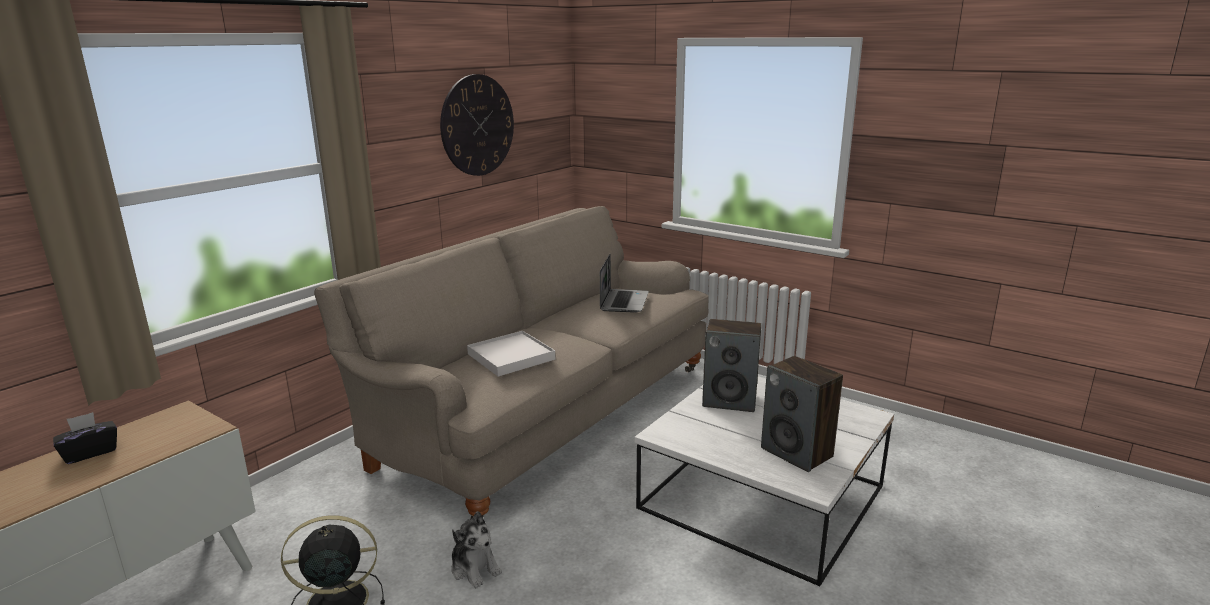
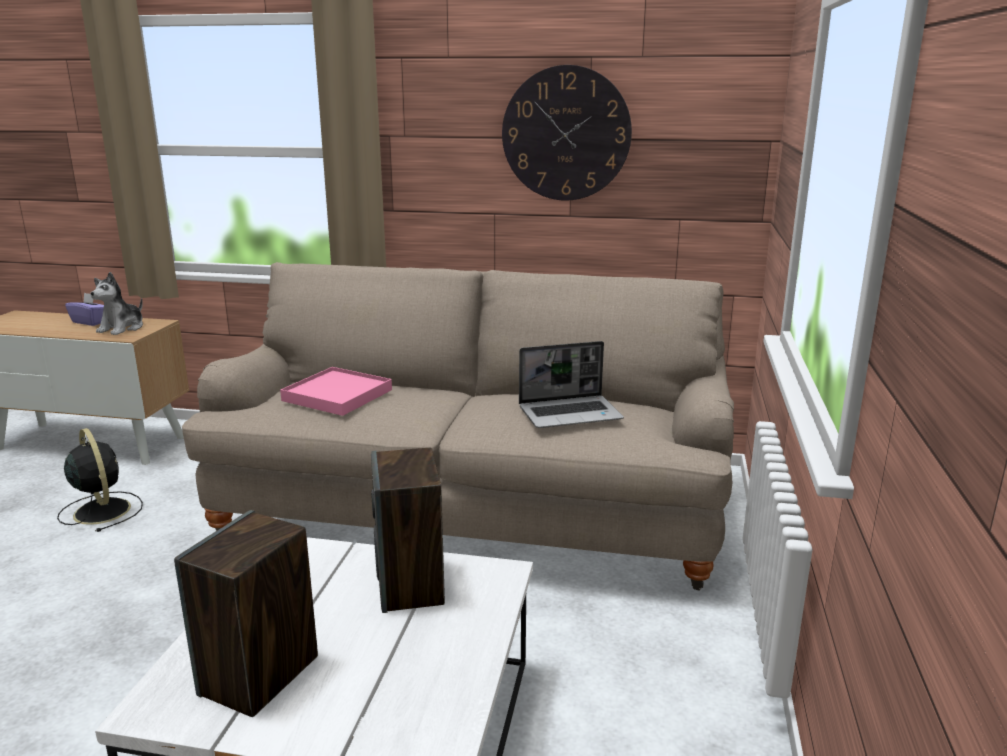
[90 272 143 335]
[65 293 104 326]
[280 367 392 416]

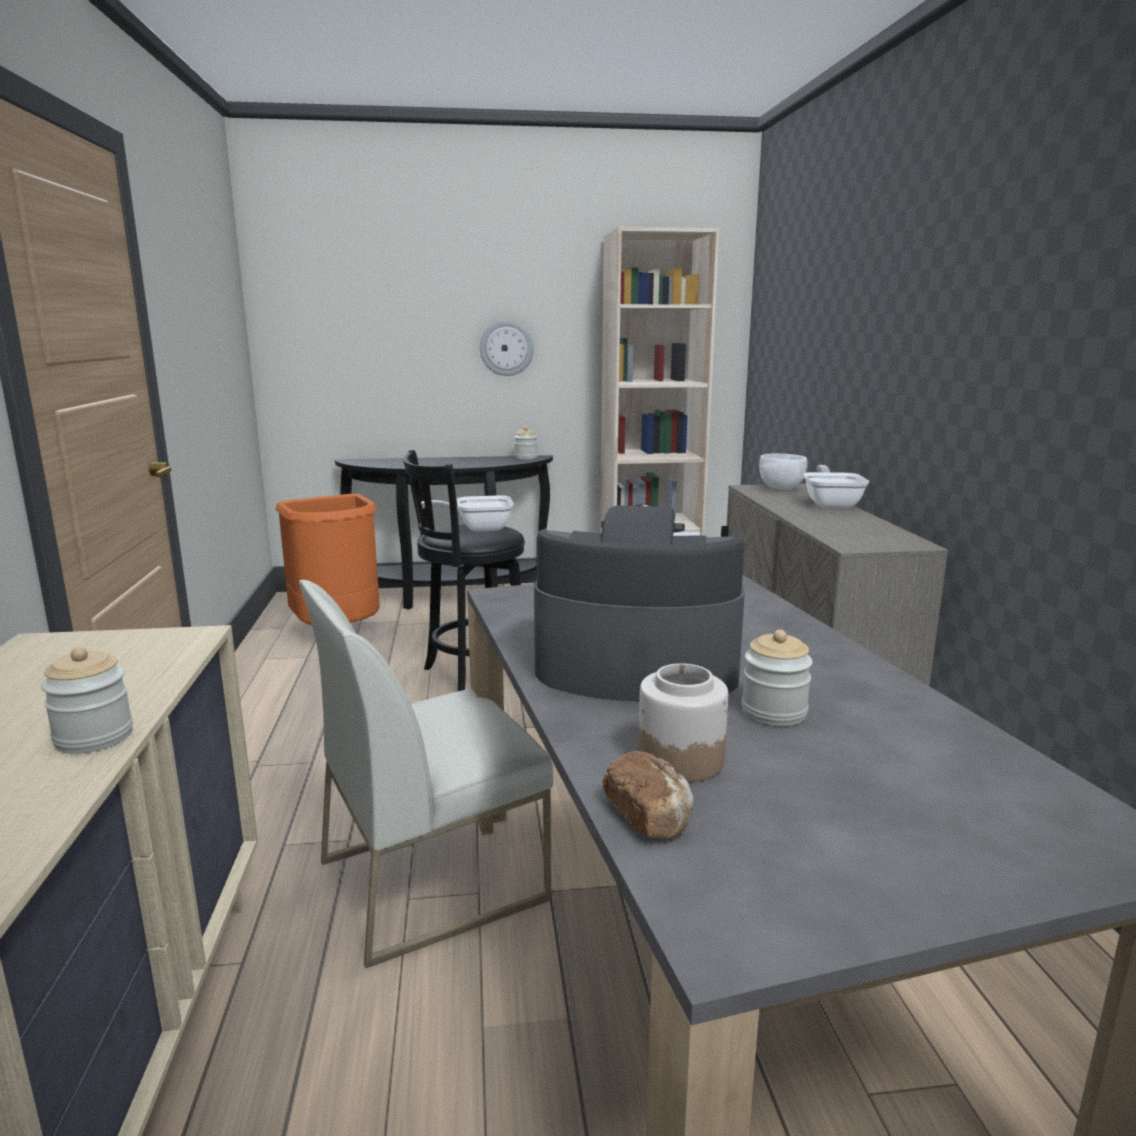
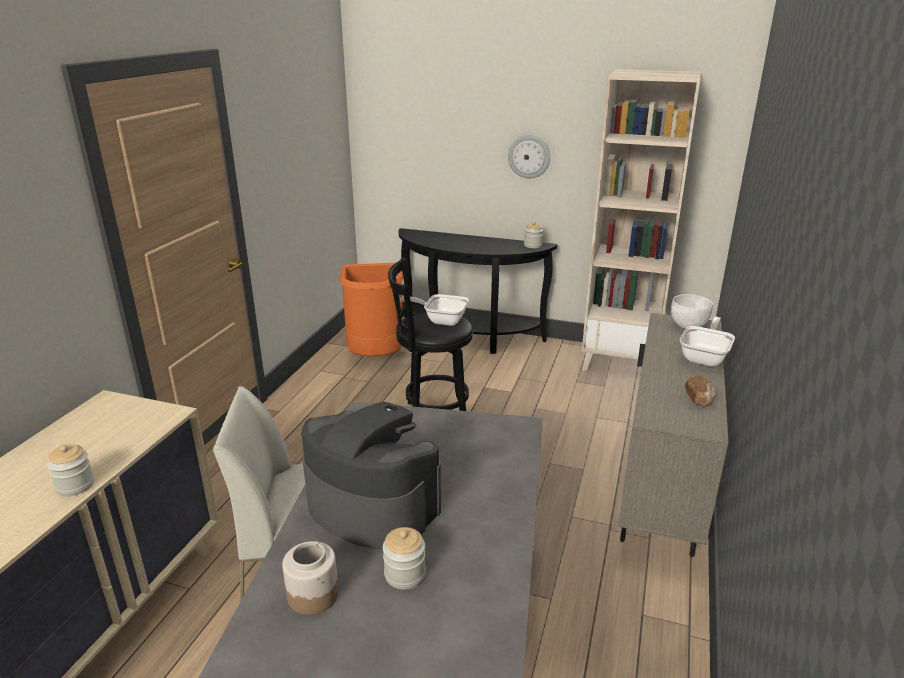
[685 375 716 406]

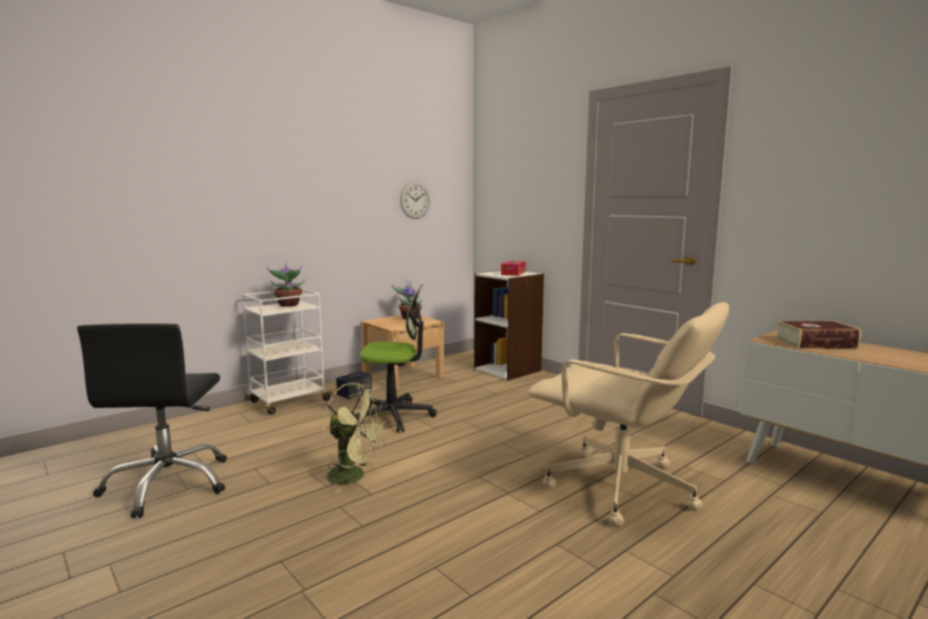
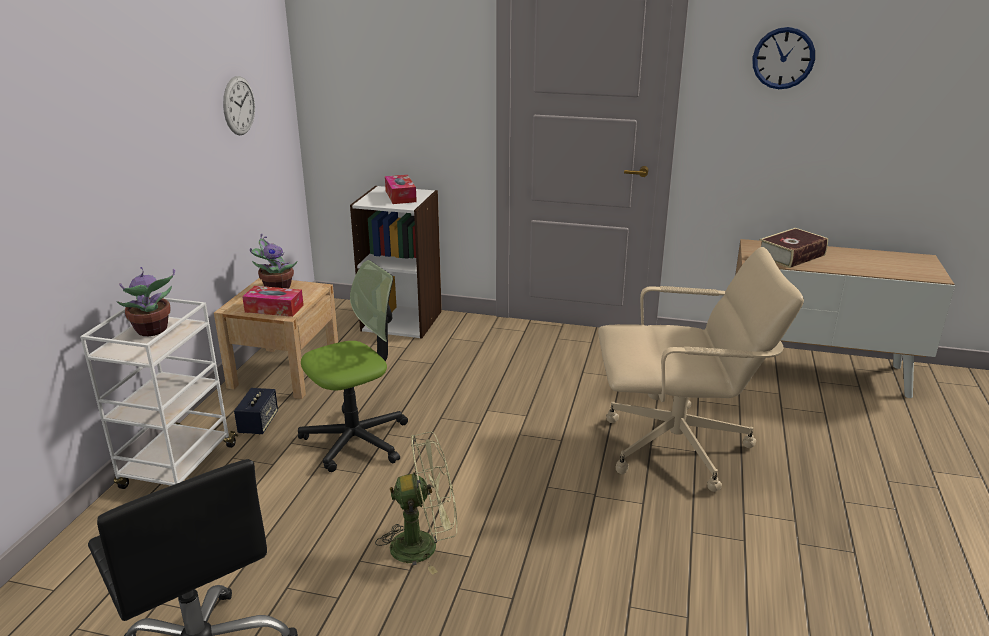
[242 286 304 317]
[752 27 815 89]

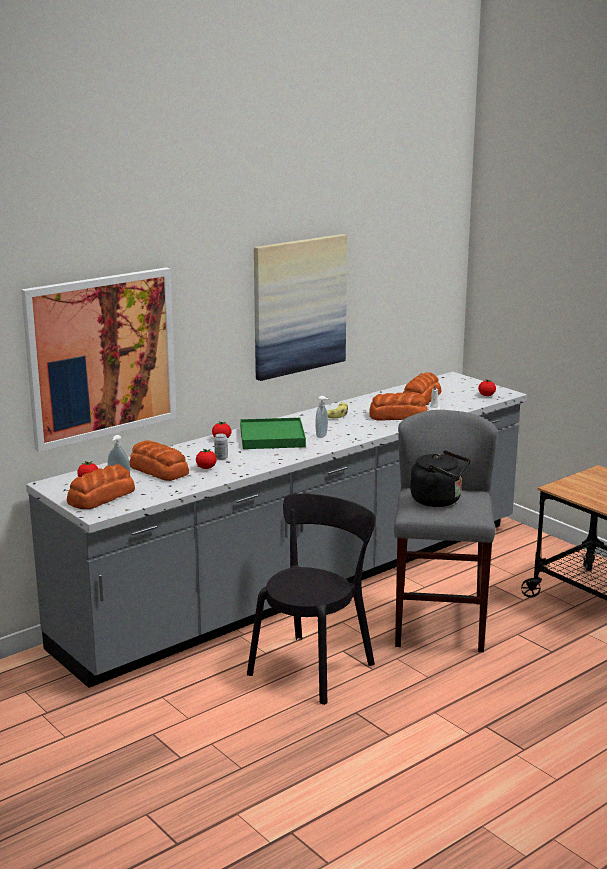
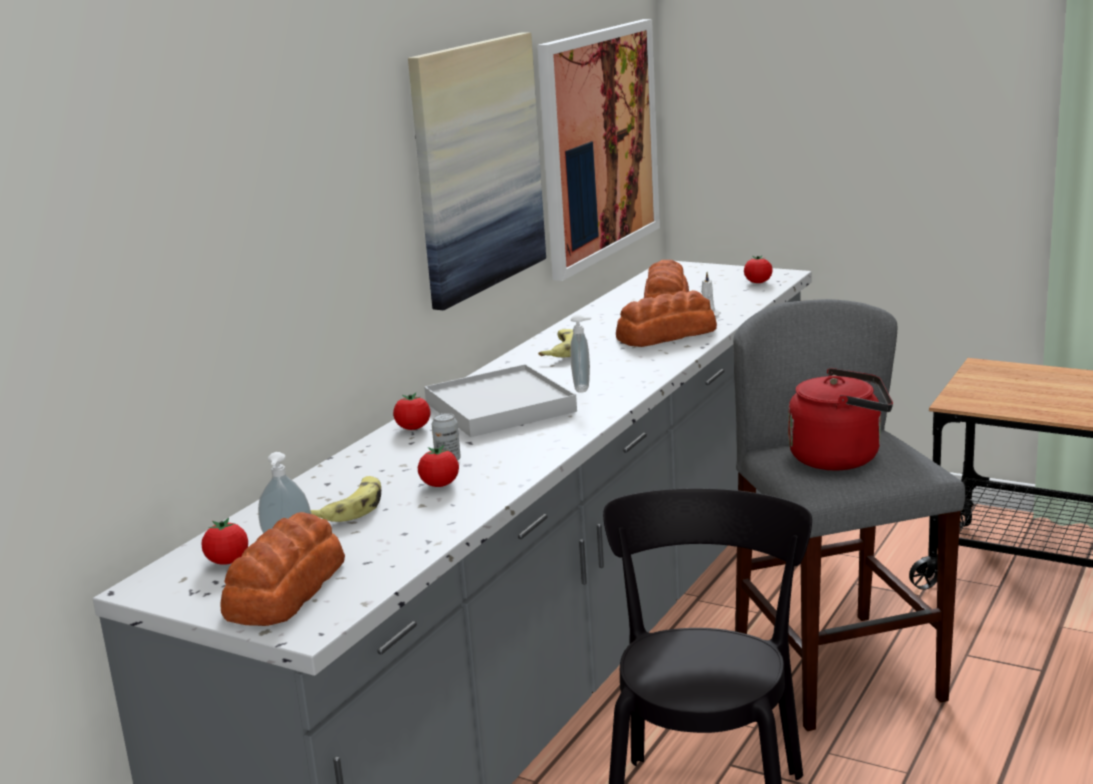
[537 19 660 281]
[311 476 381 522]
[424 364 577 437]
[788 368 893 471]

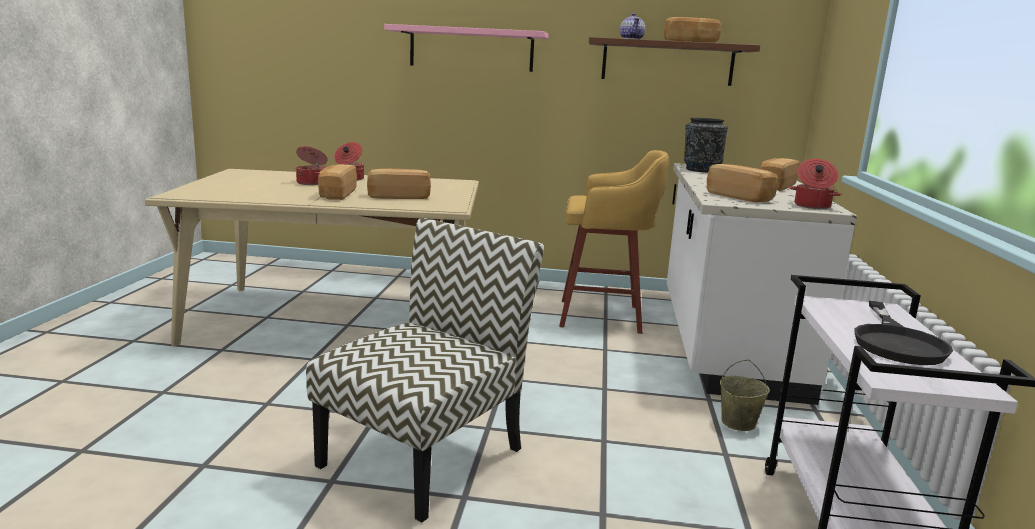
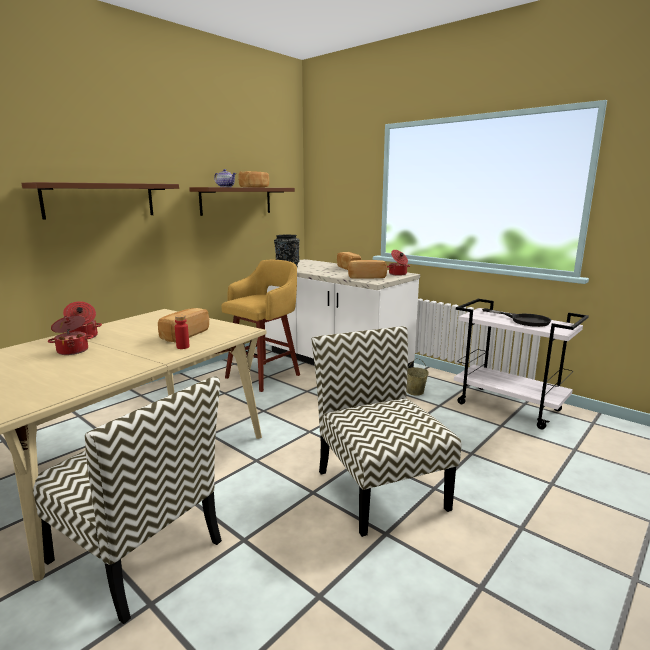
[318 164 357 200] (first image)
[33 376 222 624]
[175 315 190 349]
[22 182 179 220]

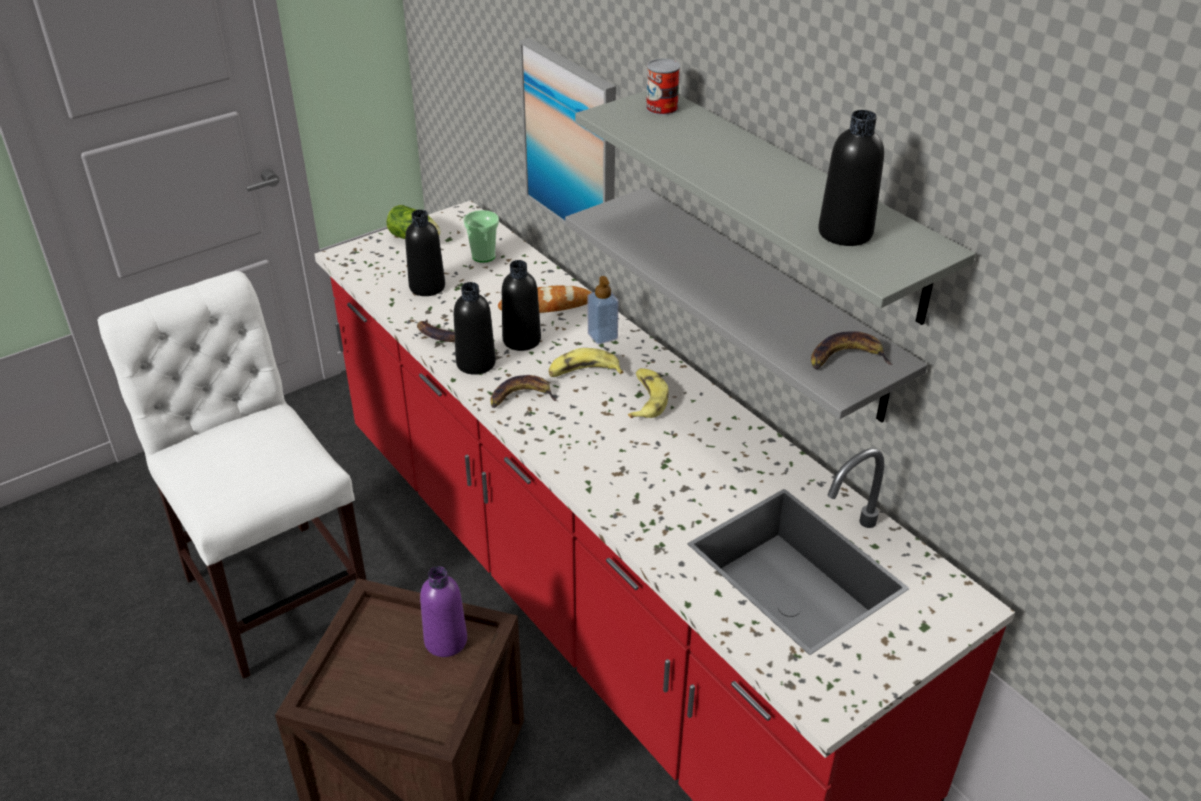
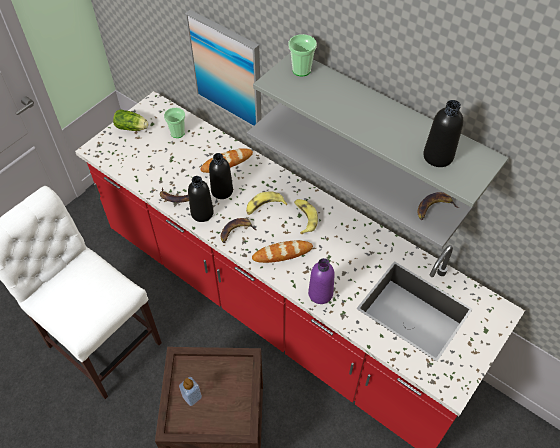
[405 210 445 296] (first image)
[252 240 313 263]
[308 258 335 304]
[179 377 202 406]
[288 34 317 76]

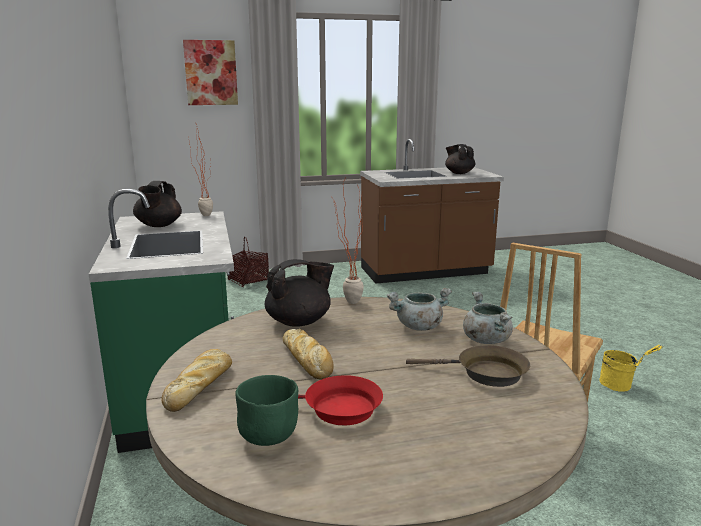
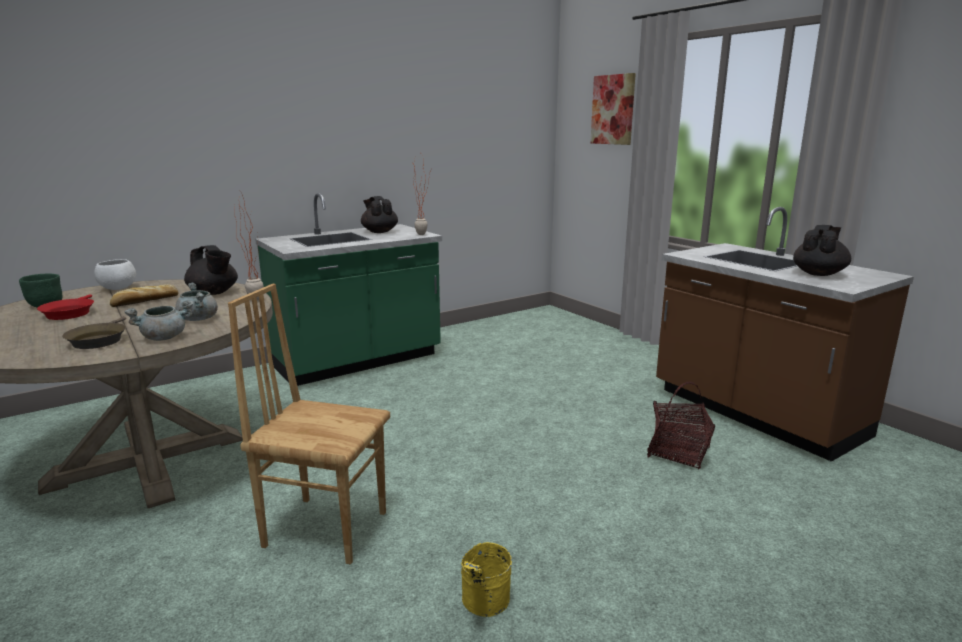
[647 382 715 470]
[94 259 136 290]
[361 196 398 233]

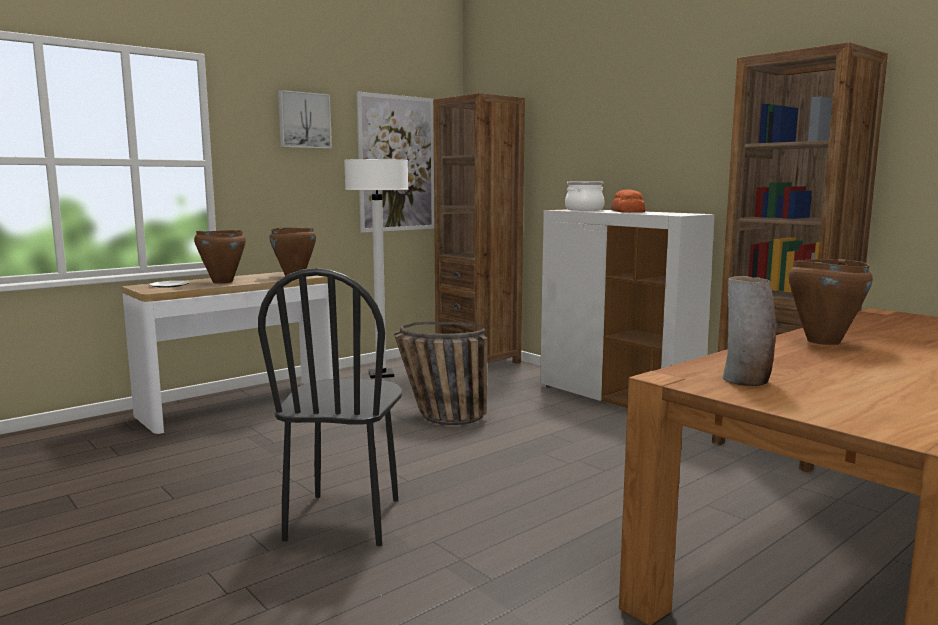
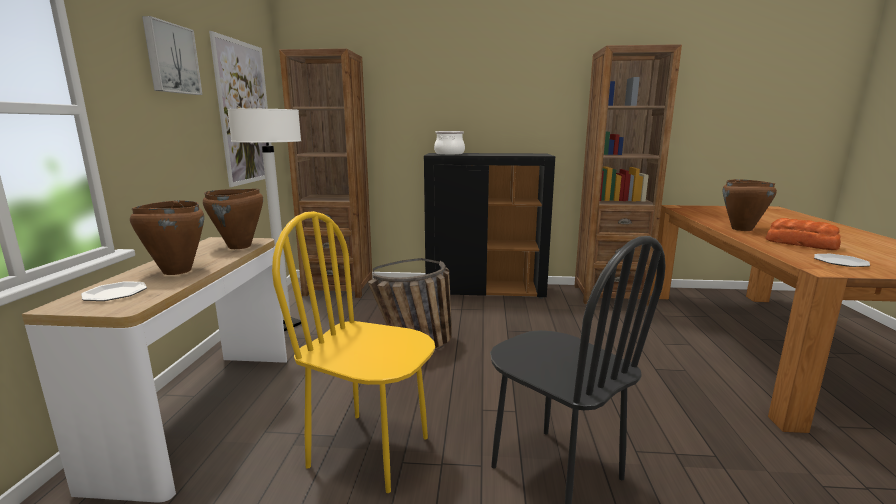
[272 211 435 493]
[765 218 841 250]
[814 254 870 267]
[424 153 555 299]

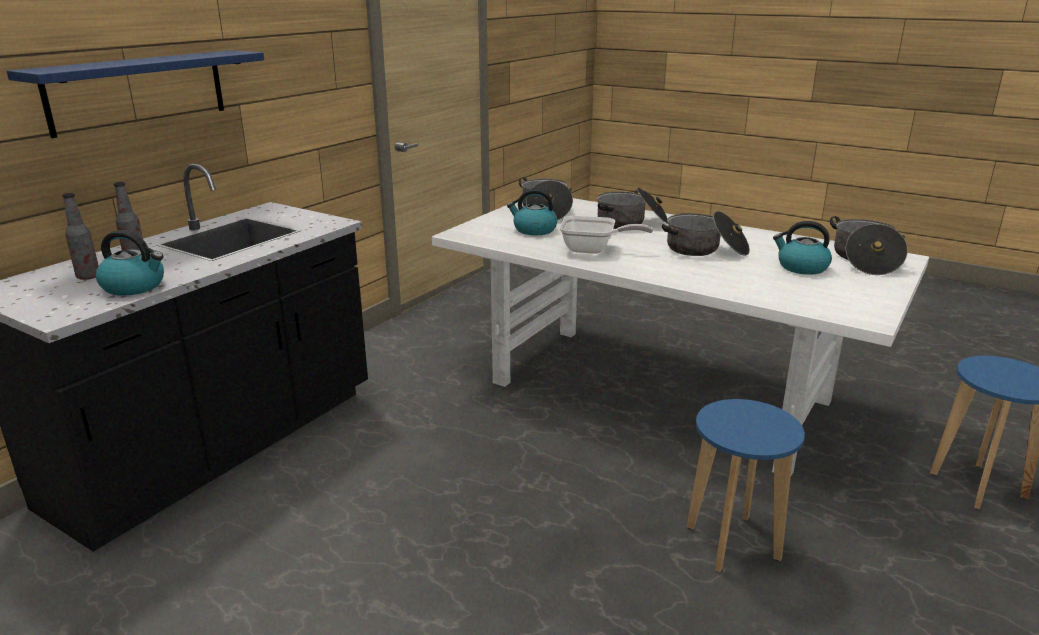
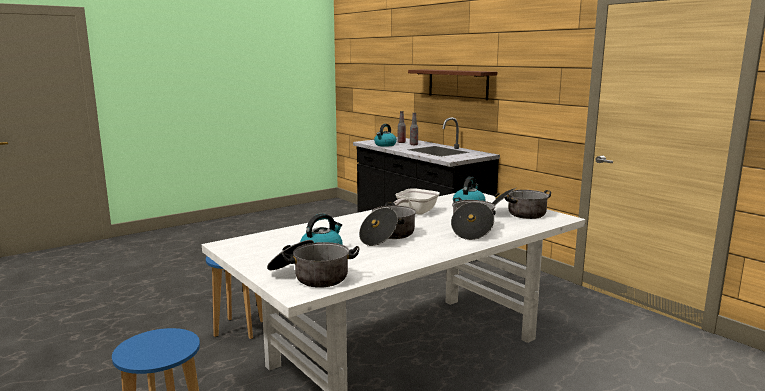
[408 70 497 100]

